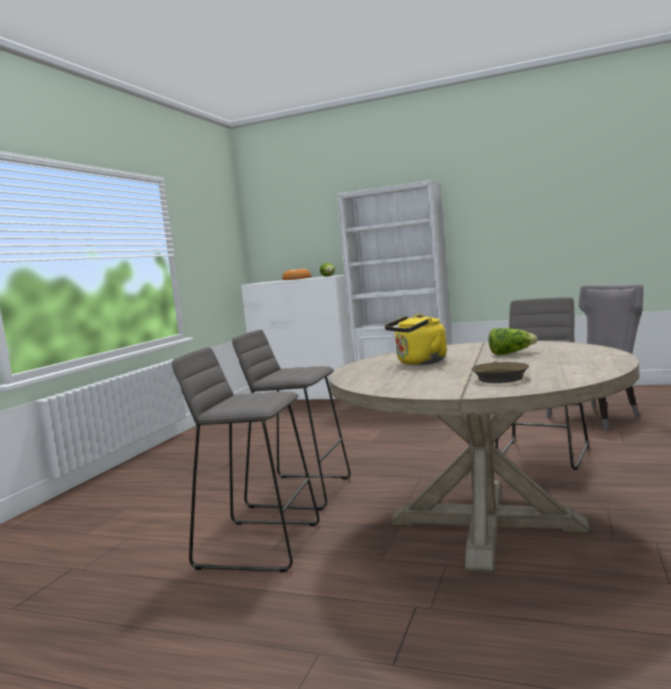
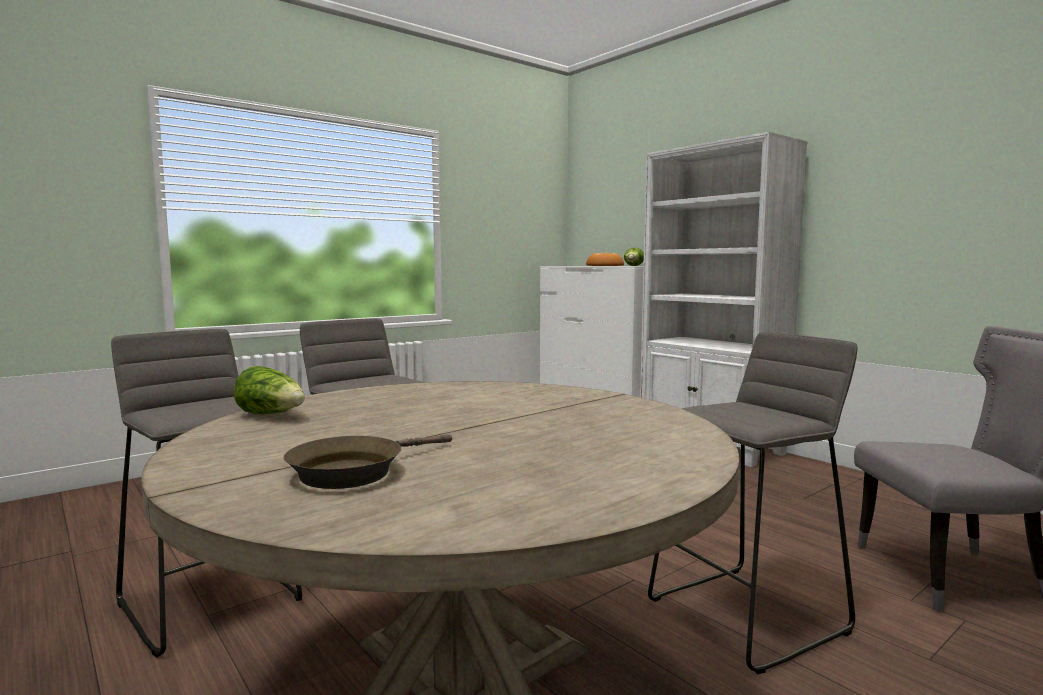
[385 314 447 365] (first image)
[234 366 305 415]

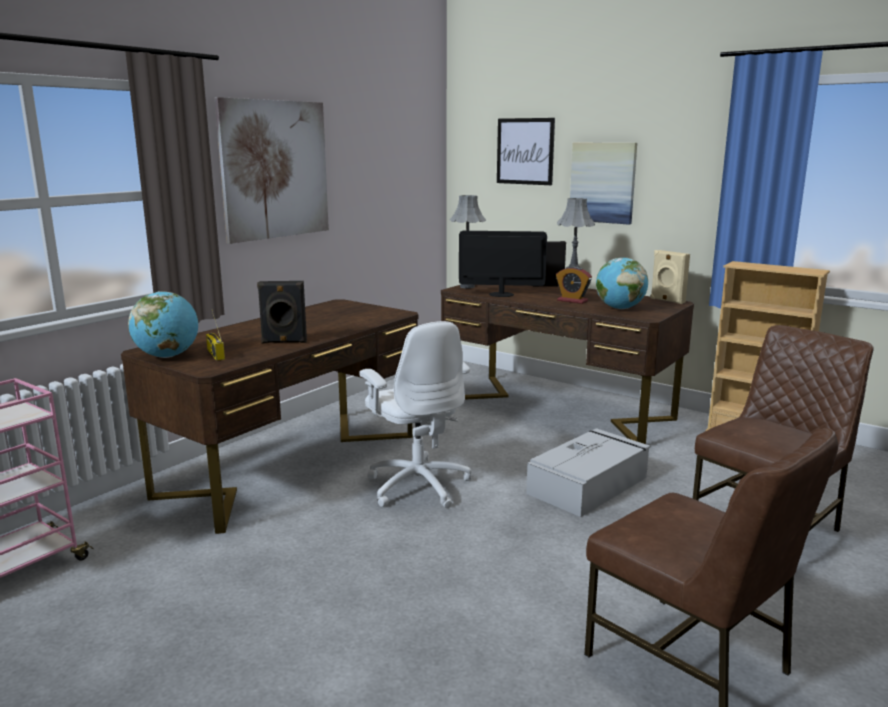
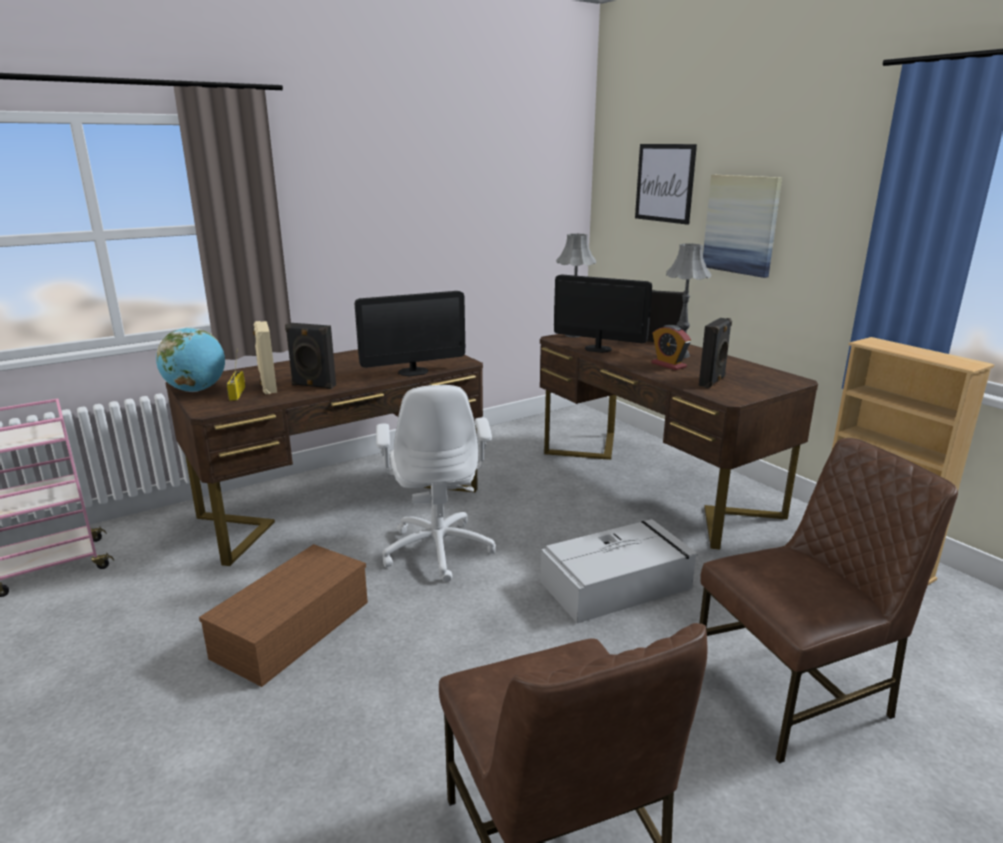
[215 97 329 244] (first image)
[199 544 368 687]
[355 291 465 376]
[253 321 277 395]
[699 318 732 388]

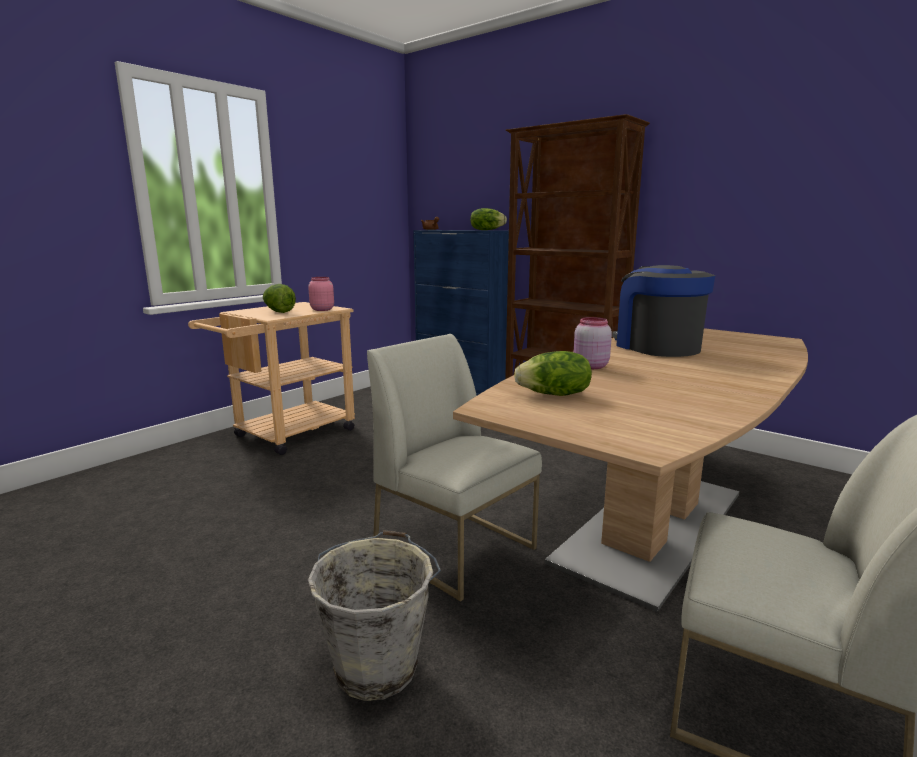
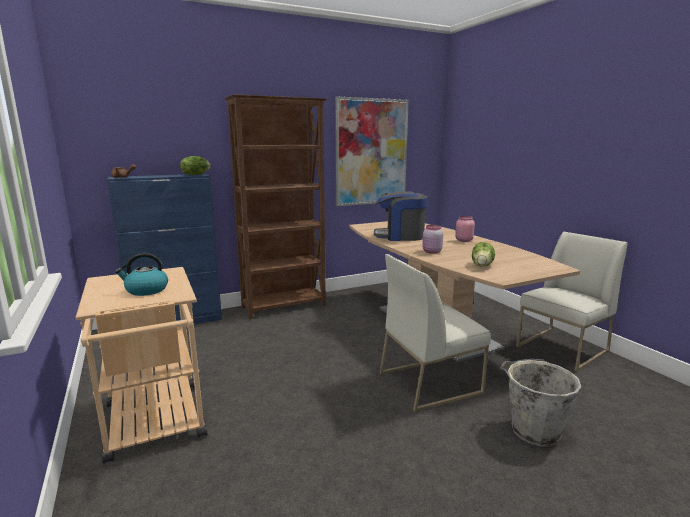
[335 96 409 206]
[455 216 475 242]
[115 253 168 296]

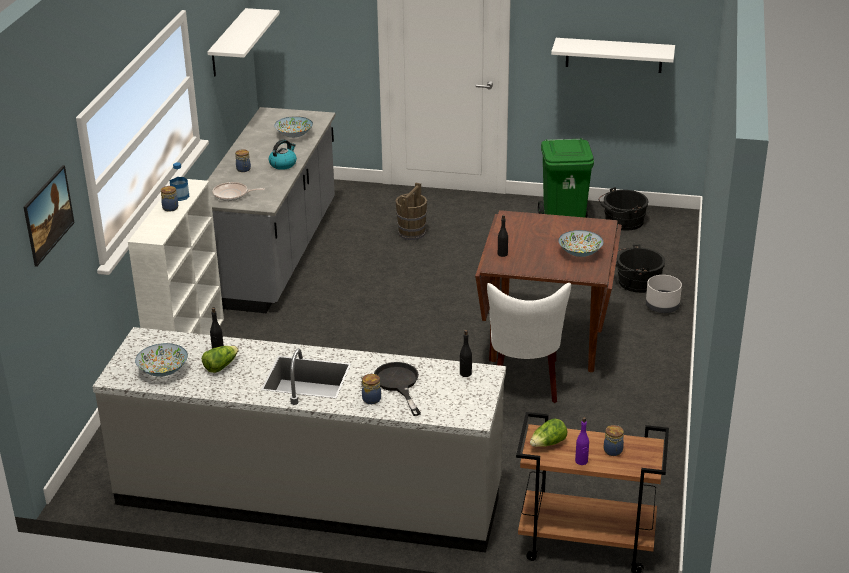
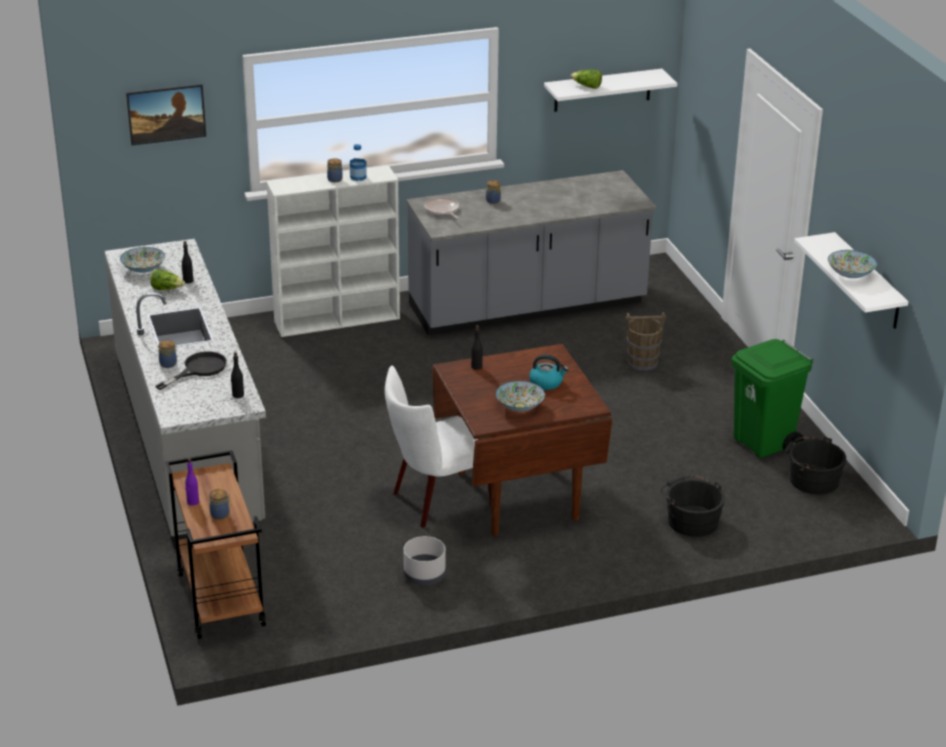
[529 354 569 390]
[828 250 878 278]
[571 70 602 89]
[404 536 446 586]

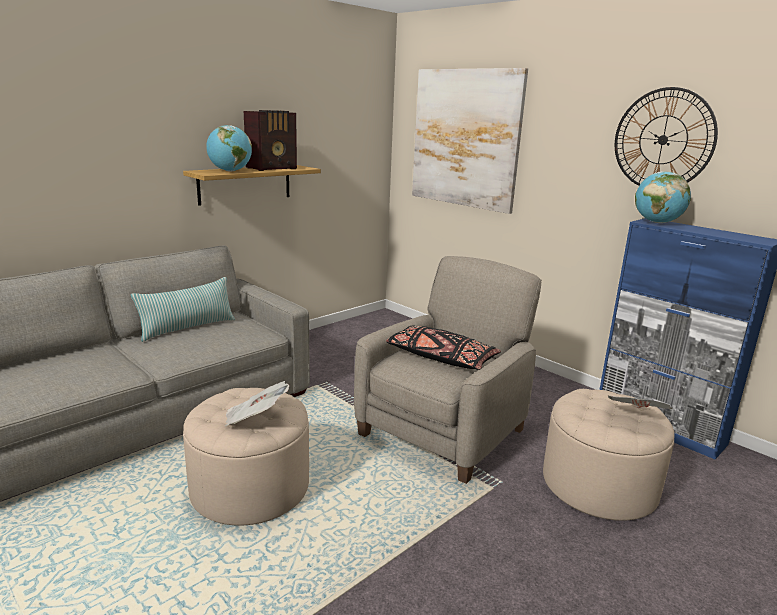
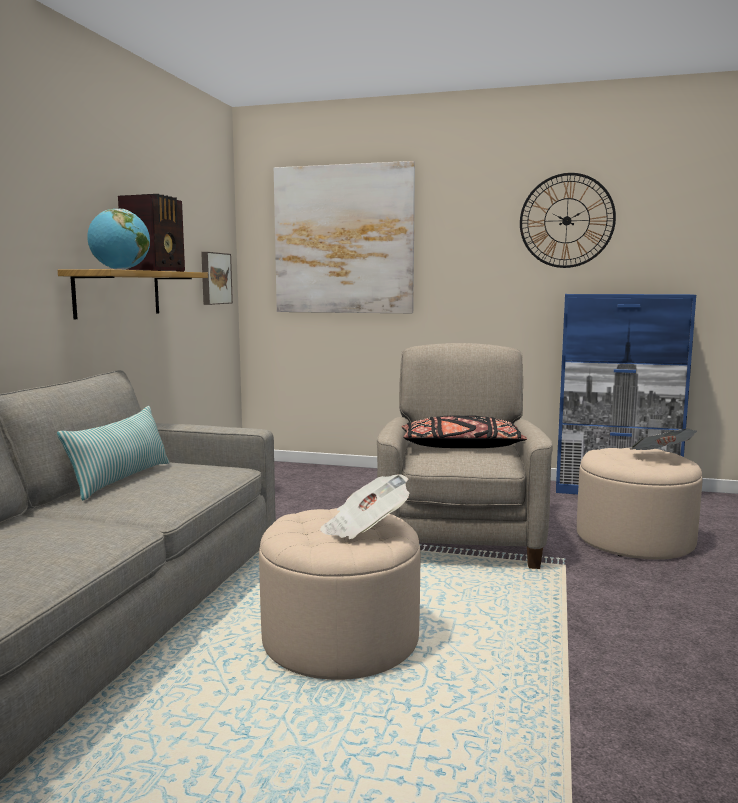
[635 171 691 223] (first image)
[201 252 233 305]

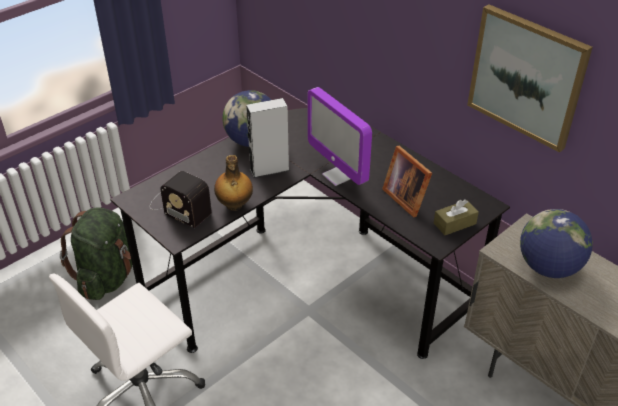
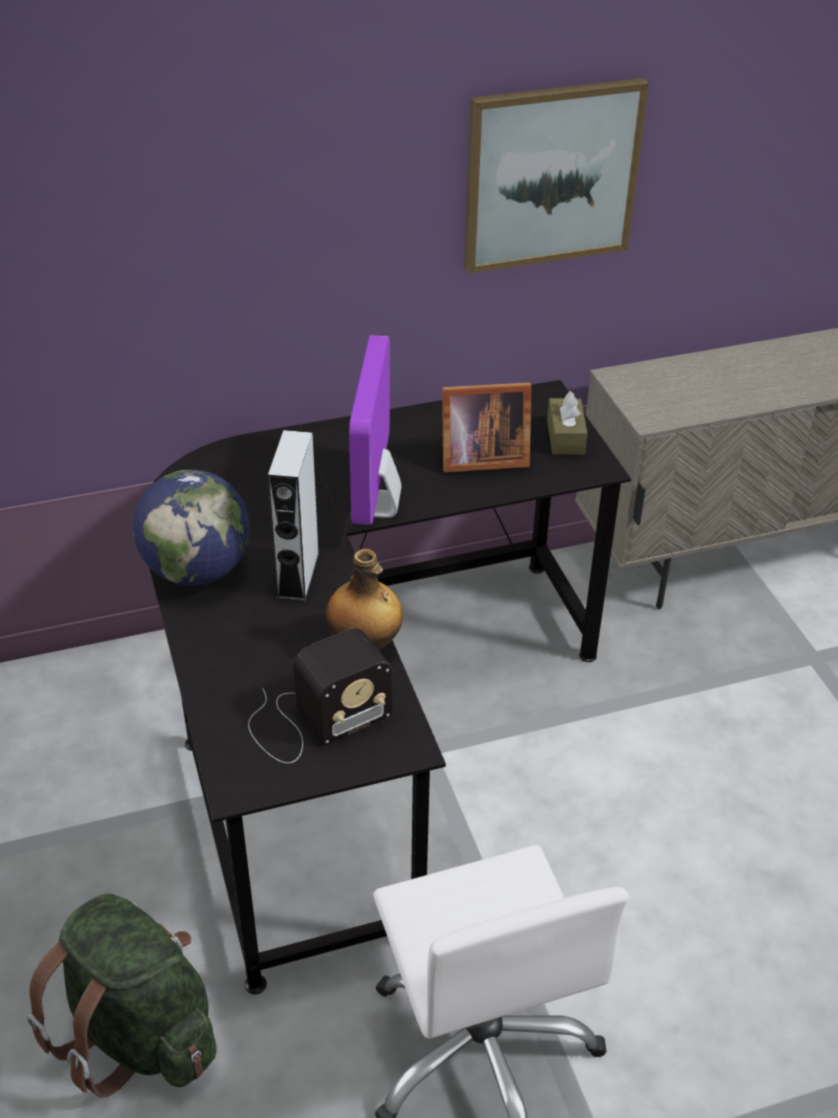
[520 209 593 278] (first image)
[349 335 401 525]

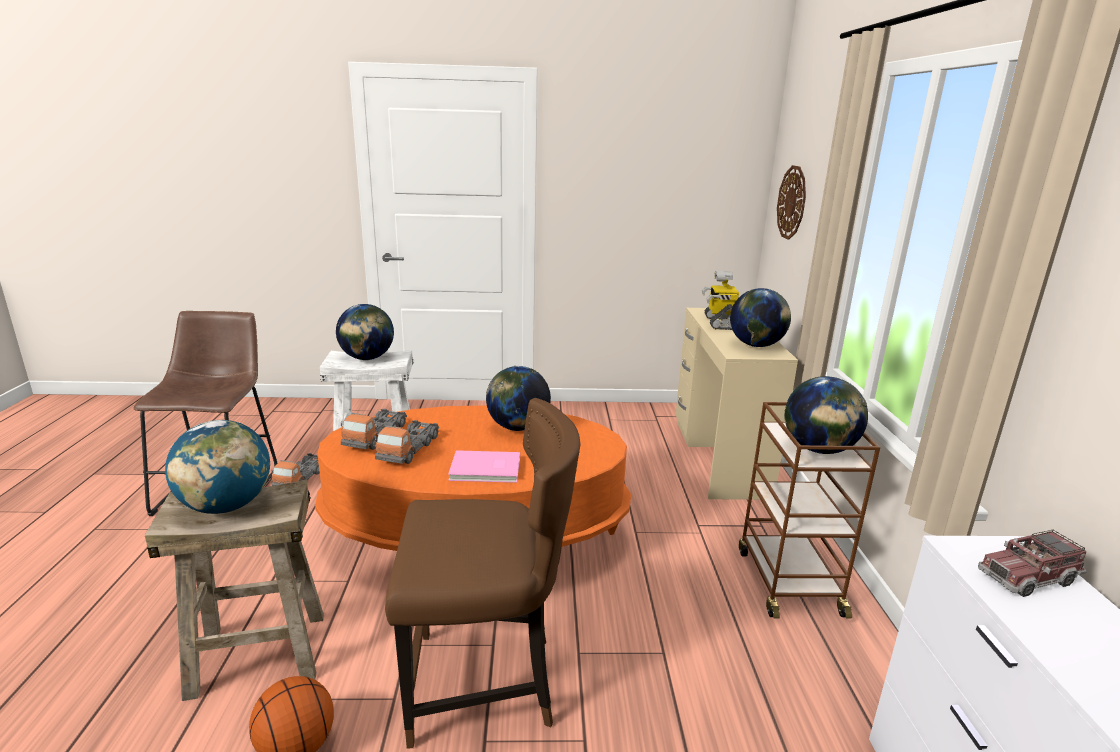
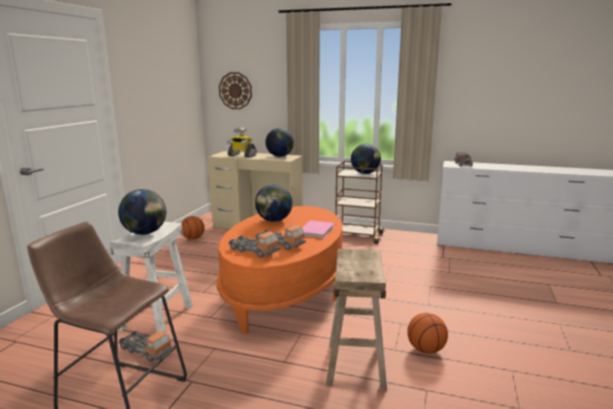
[165 420 270 514] (first image)
[385 398 581 748] (first image)
[182 216 205 240]

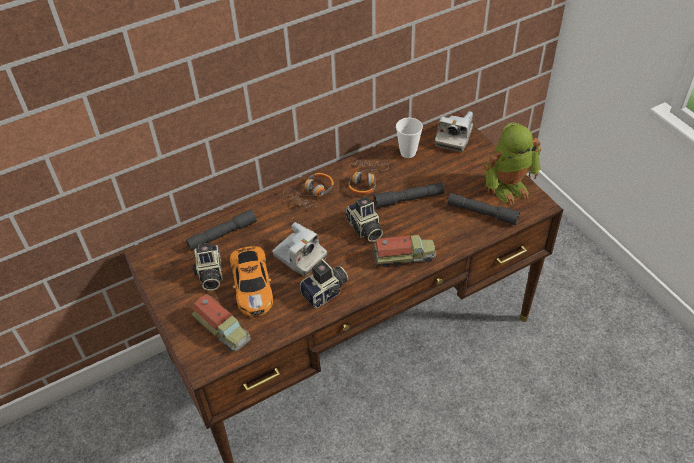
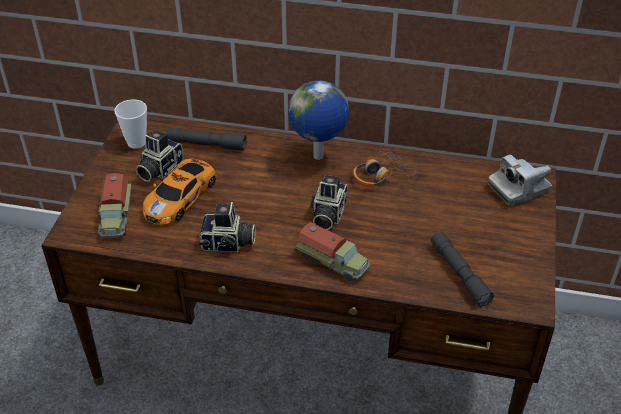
[272 222 327 277] (first image)
[374 182 444 208] (first image)
[484 122 541 205] (first image)
[114 100 147 149]
[288 80 349 160]

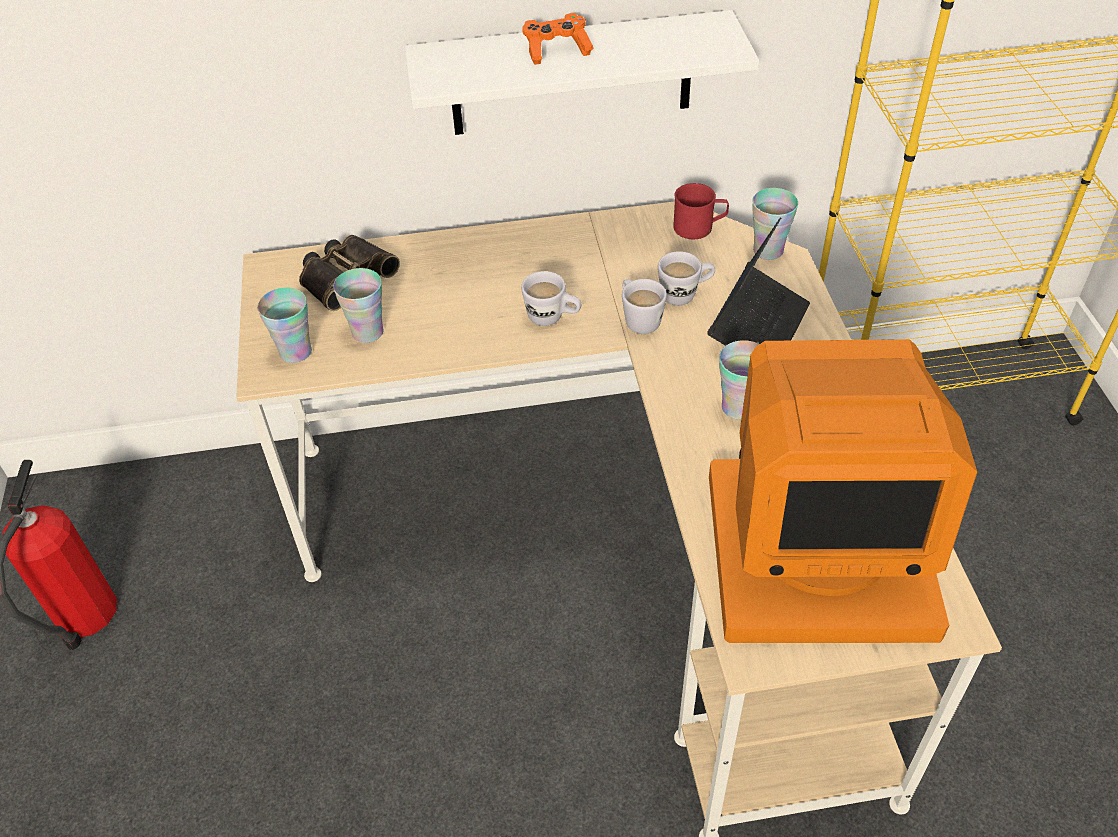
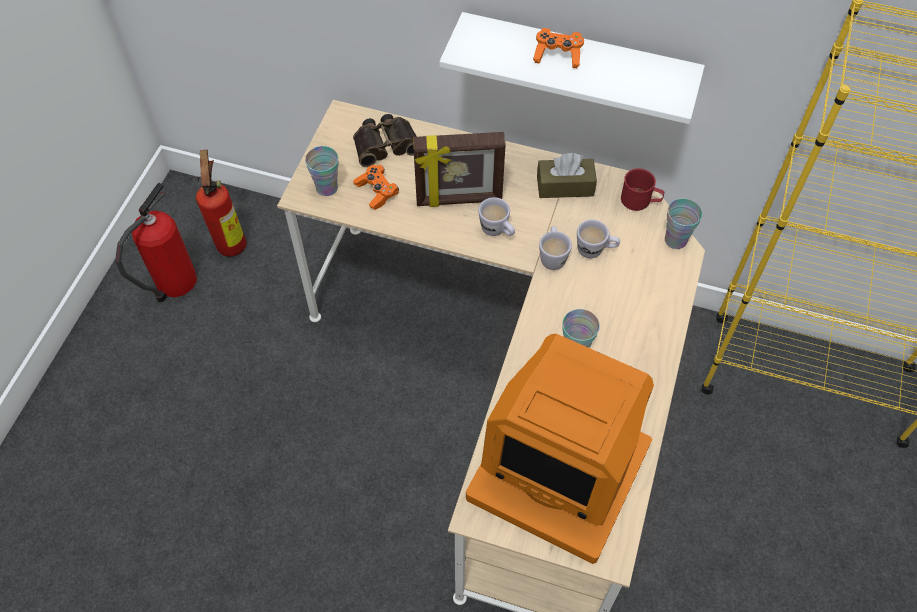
[707 217 810 346] (first image)
[191 150 246 257]
[413 132 506 207]
[537 153 597 198]
[353 165 399 210]

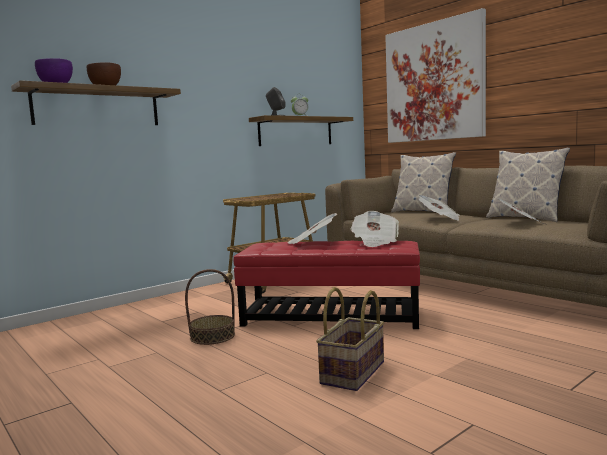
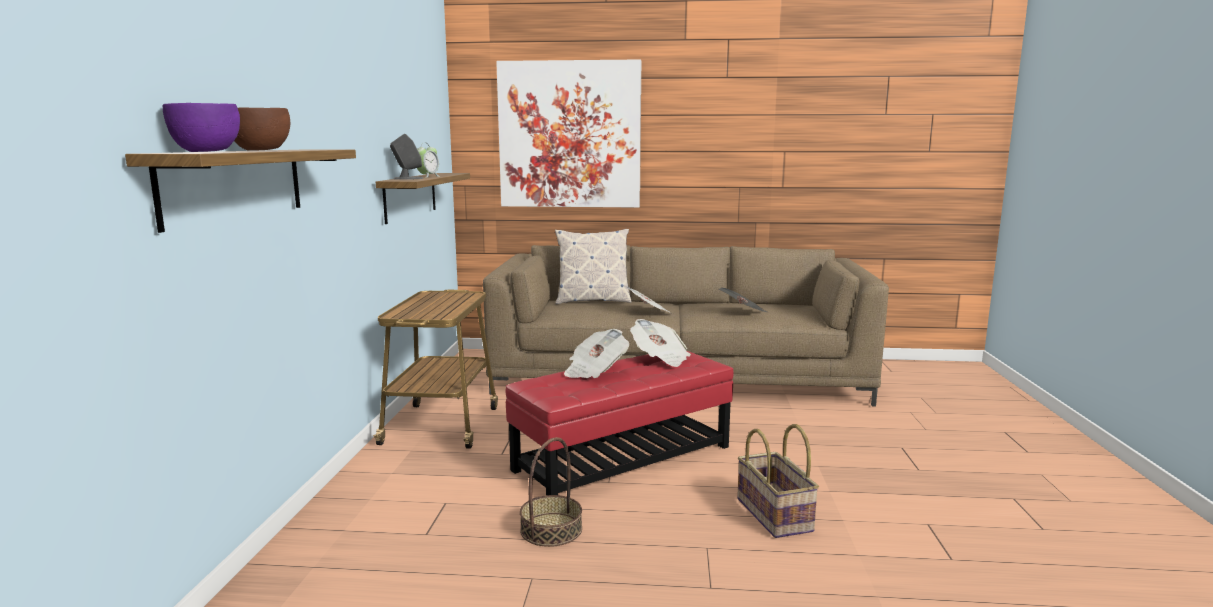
[486 148 570 222] (first image)

